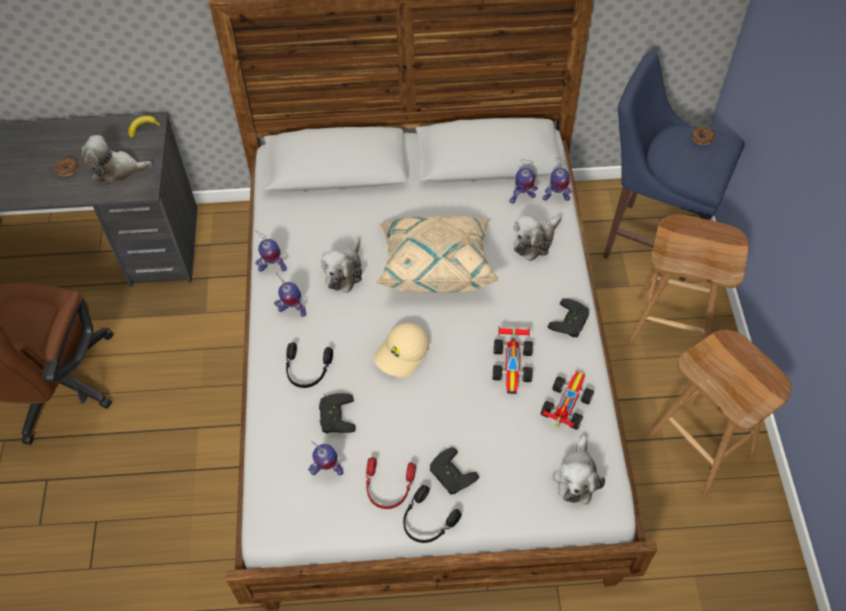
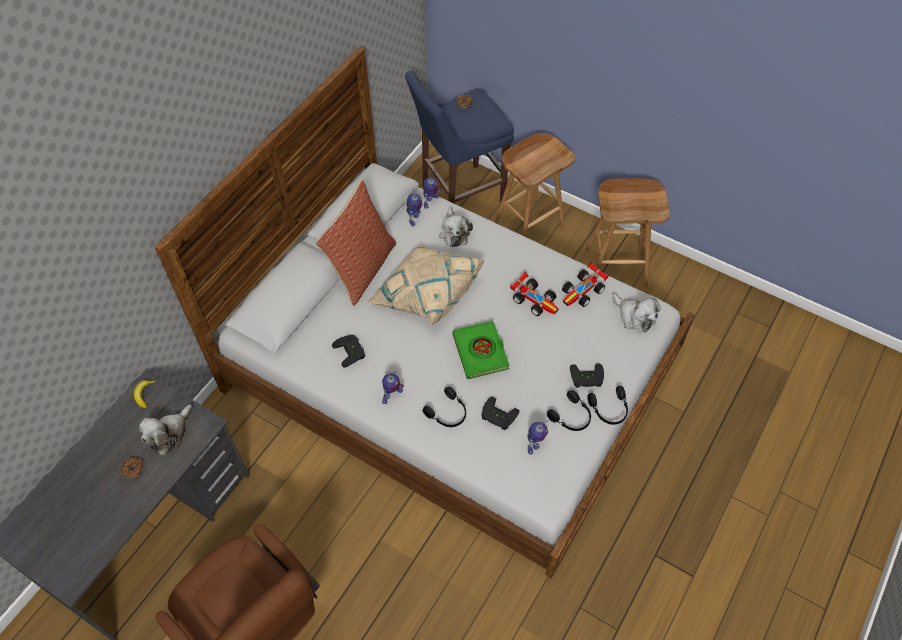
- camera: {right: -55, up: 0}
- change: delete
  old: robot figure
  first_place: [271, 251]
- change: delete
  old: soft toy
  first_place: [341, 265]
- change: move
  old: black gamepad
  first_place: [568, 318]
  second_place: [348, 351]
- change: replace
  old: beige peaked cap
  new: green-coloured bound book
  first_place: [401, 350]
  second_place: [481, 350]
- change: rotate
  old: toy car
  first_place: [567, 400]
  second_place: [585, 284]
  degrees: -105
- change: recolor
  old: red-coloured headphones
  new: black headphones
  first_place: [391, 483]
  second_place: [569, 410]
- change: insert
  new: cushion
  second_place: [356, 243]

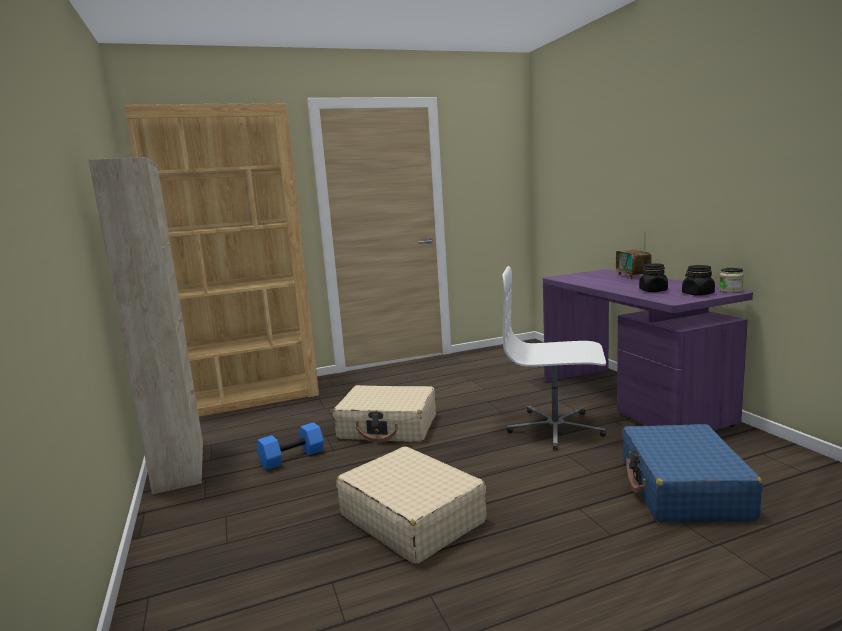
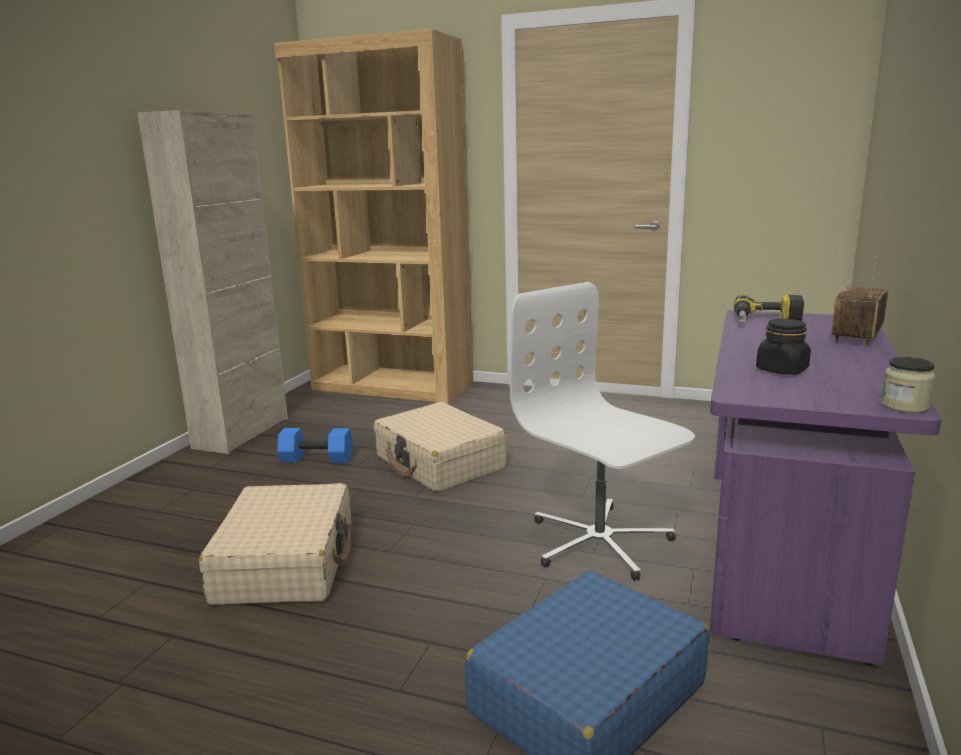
- camera: {right: 40, up: 5}
- change: delete
  old: black storage jar
  first_place: [698, 280]
- change: insert
  new: power drill
  second_place: [769, 308]

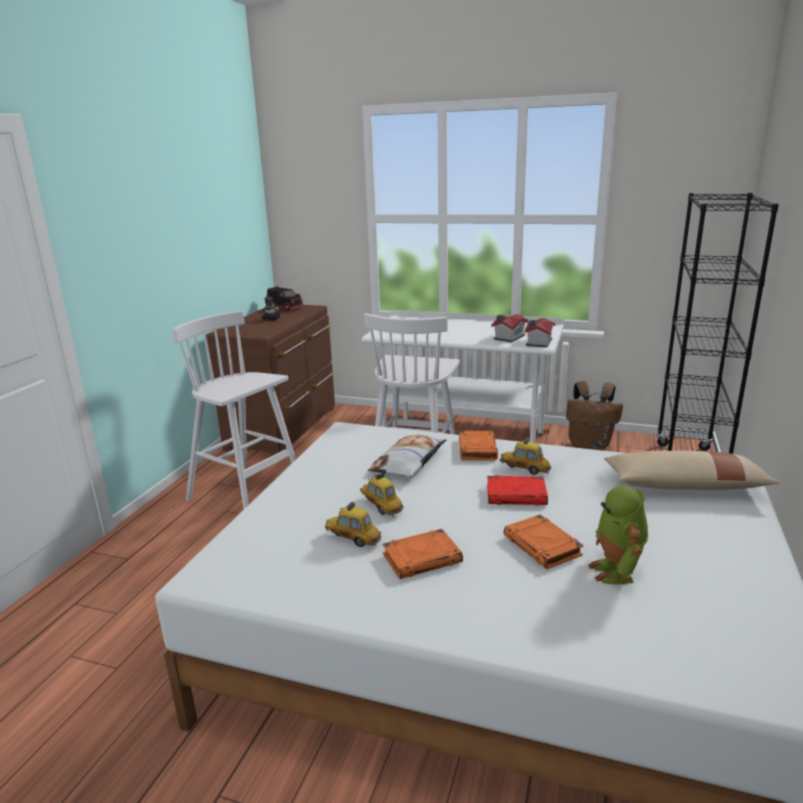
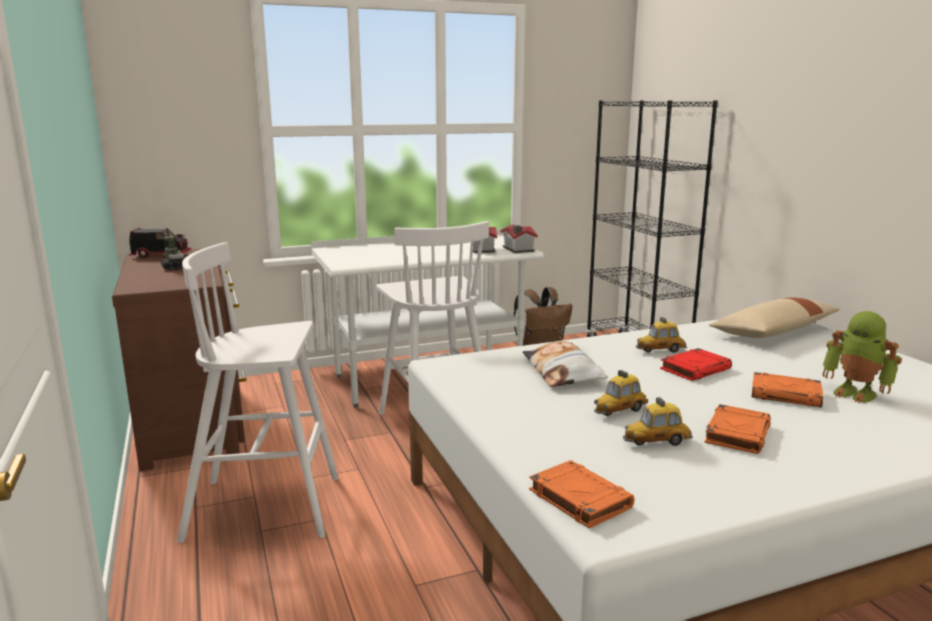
- camera: {right: -40, up: -5}
- change: move
  old: orange-coloured bound book
  first_place: [478, 445]
  second_place: [581, 494]
- change: rotate
  old: toy car
  first_place: [381, 494]
  second_place: [621, 393]
  degrees: -45

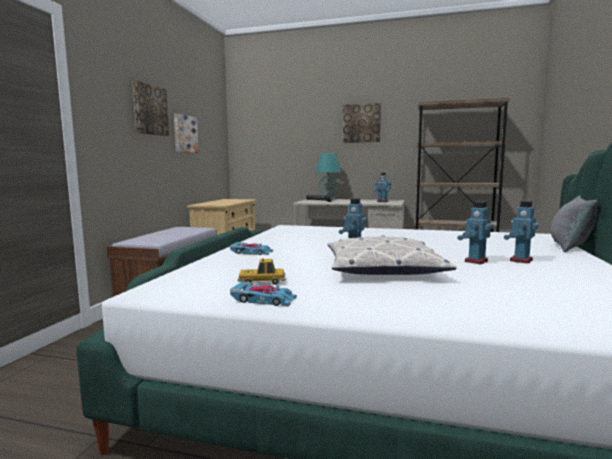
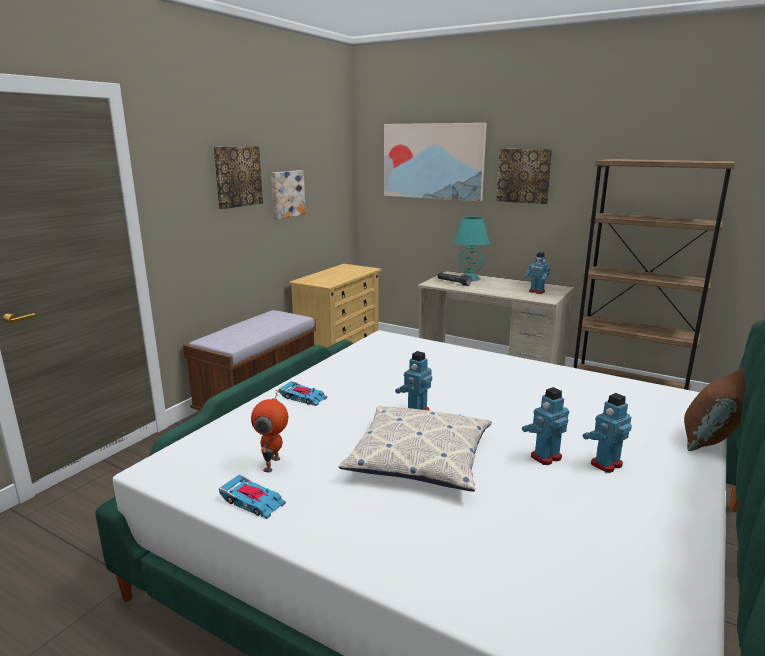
- camera: {right: 15, up: 10}
- change: recolor
  old: grey cushion
  new: brown-coloured cushion
  first_place: [574, 223]
  second_place: [715, 409]
- change: replace
  old: toy car
  new: robot figure
  first_place: [261, 271]
  second_place: [269, 430]
- change: insert
  new: wall picture
  second_place: [435, 162]

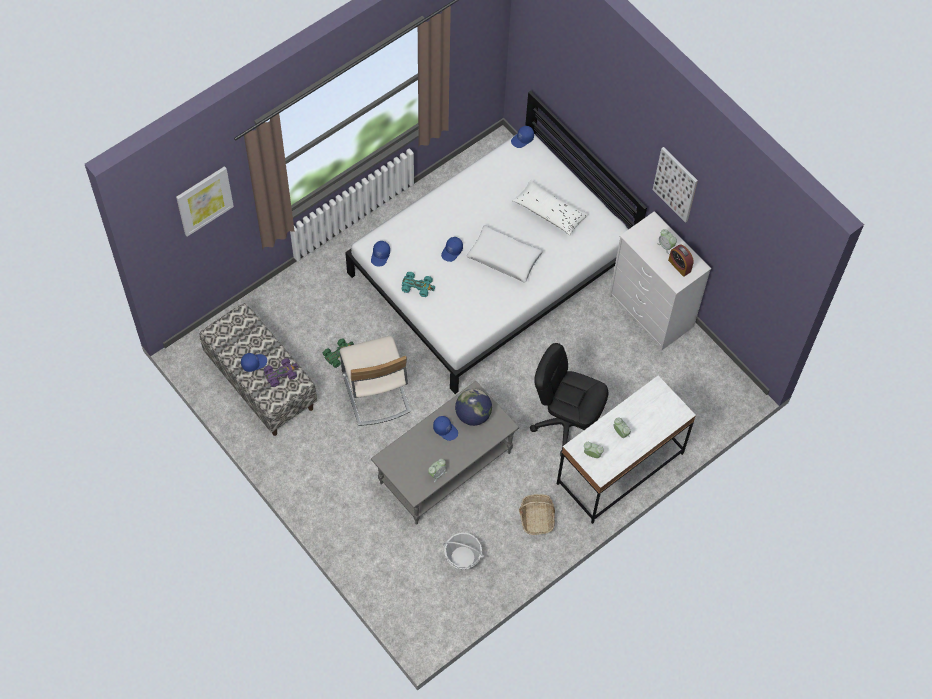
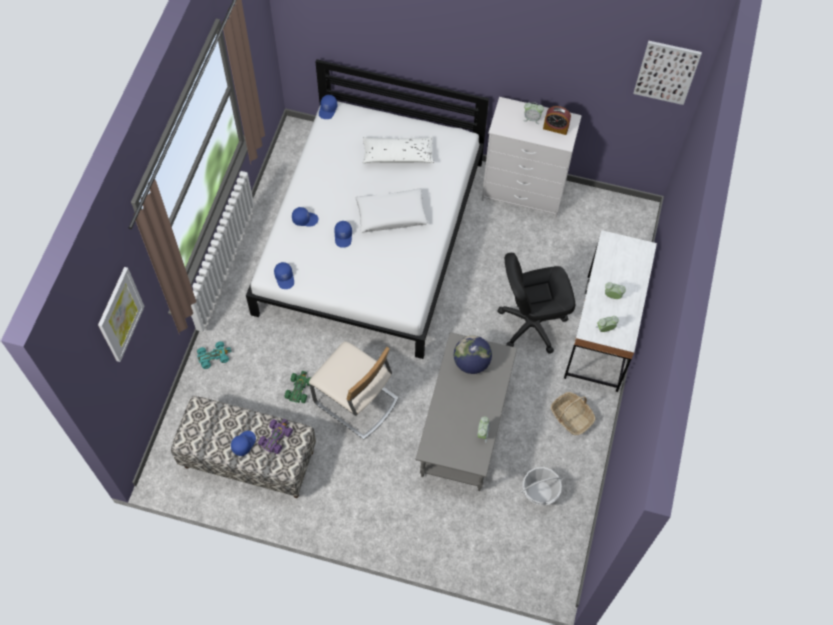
- camera: {right: -35, up: 0}
- change: move
  old: wall picture
  first_place: [675, 185]
  second_place: [667, 72]
- change: move
  old: turquoise toy car
  first_place: [418, 284]
  second_place: [214, 355]
- change: move
  old: bluish peaked cap
  first_place: [445, 428]
  second_place: [305, 217]

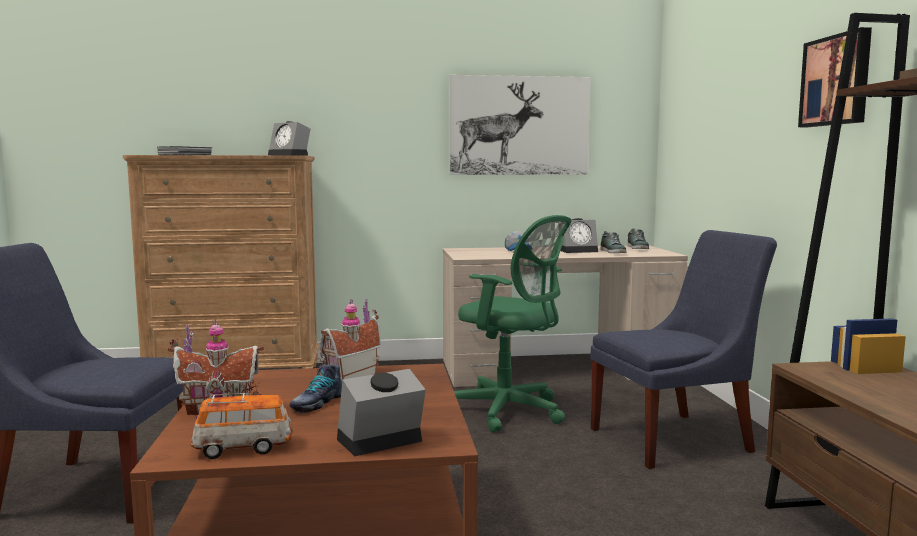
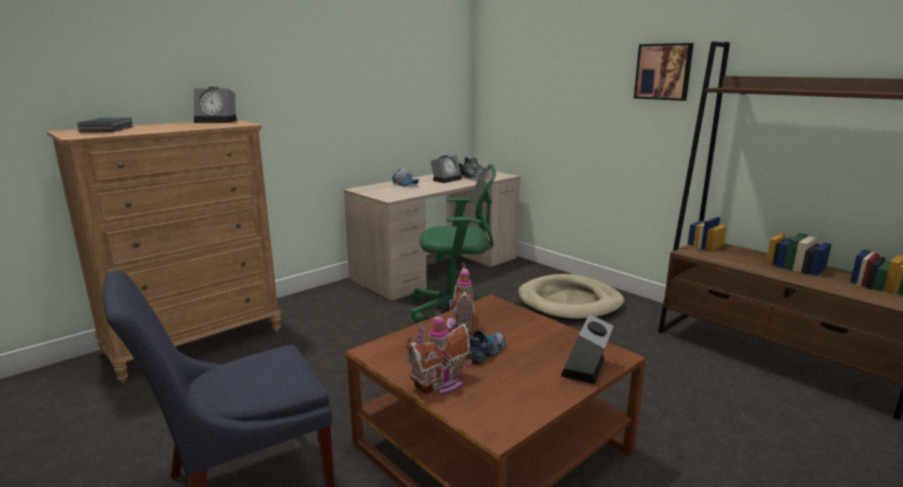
- camera: {right: -35, up: 10}
- change: delete
  old: wall picture
  first_place: [520, 125]
- change: replace
  old: bluish plain chair
  new: beige pet bed
  first_place: [683, 349]
  second_place: [571, 297]
- change: rotate
  old: low shoe
  first_place: [315, 388]
  second_place: [485, 347]
  degrees: -135
- change: delete
  old: toy car
  first_place: [241, 426]

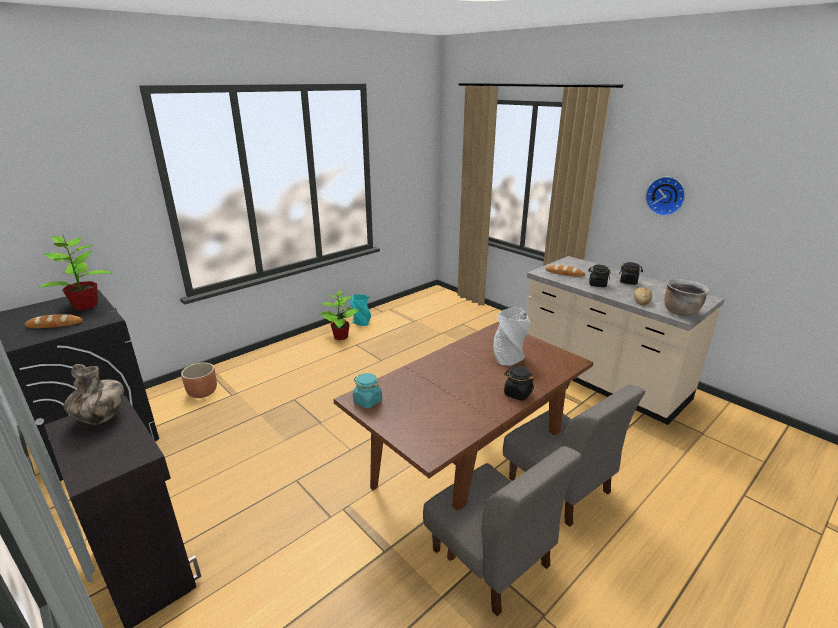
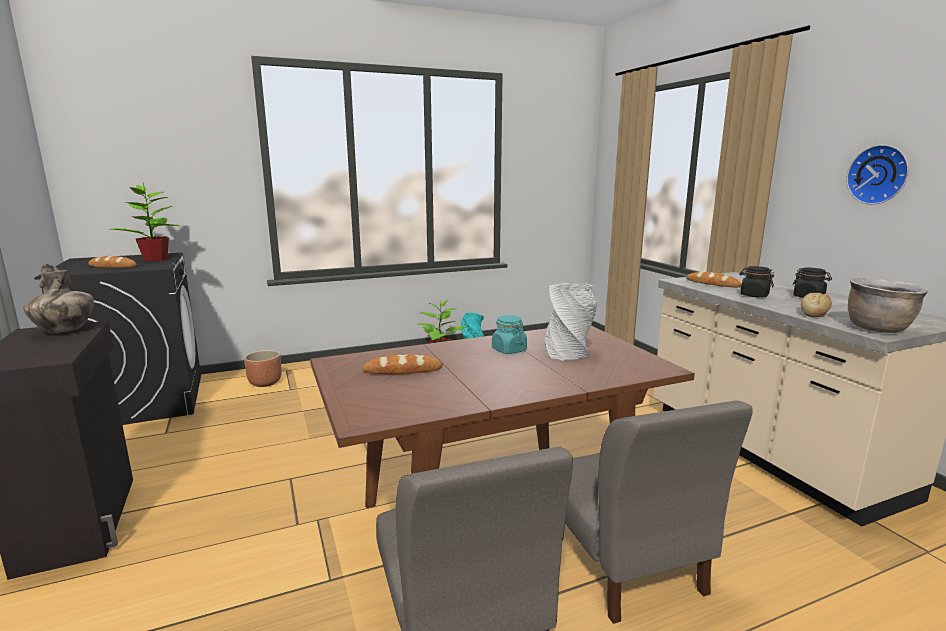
- camera: {right: 20, up: -10}
- change: delete
  old: black storage jar
  first_place: [519, 383]
- change: move
  old: turquoise storage jar
  first_place: [367, 391]
  second_place: [509, 334]
- change: insert
  new: baked bread
  second_place: [403, 364]

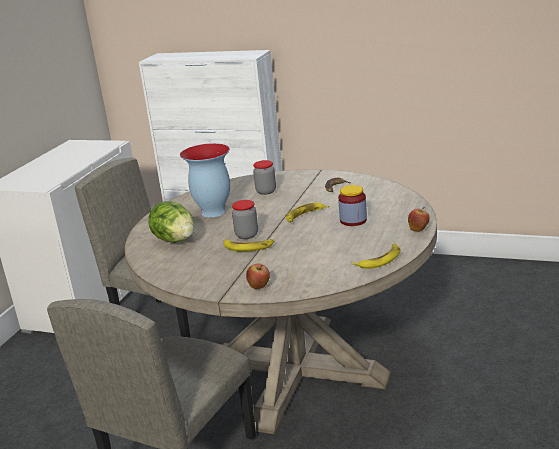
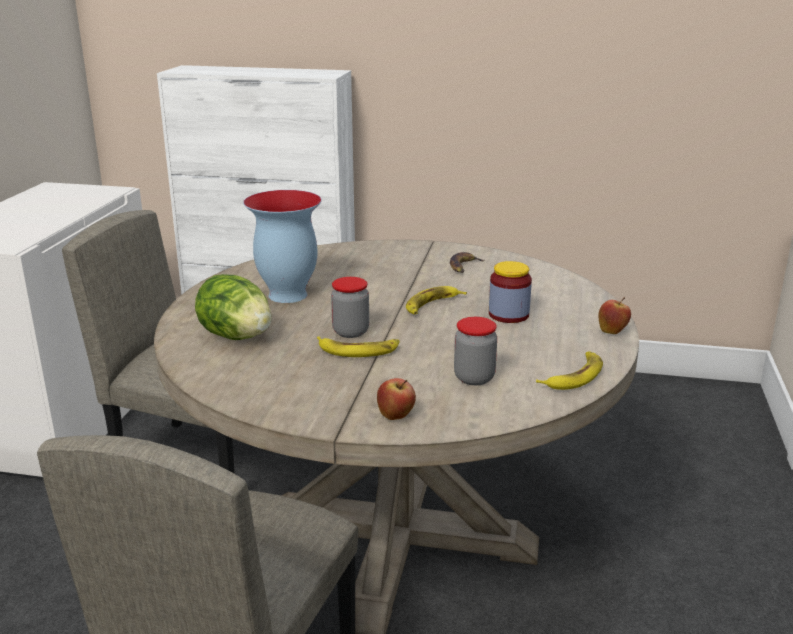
- camera: {right: -10, up: 0}
- change: move
  old: storage jar
  first_place: [264, 177]
  second_place: [475, 351]

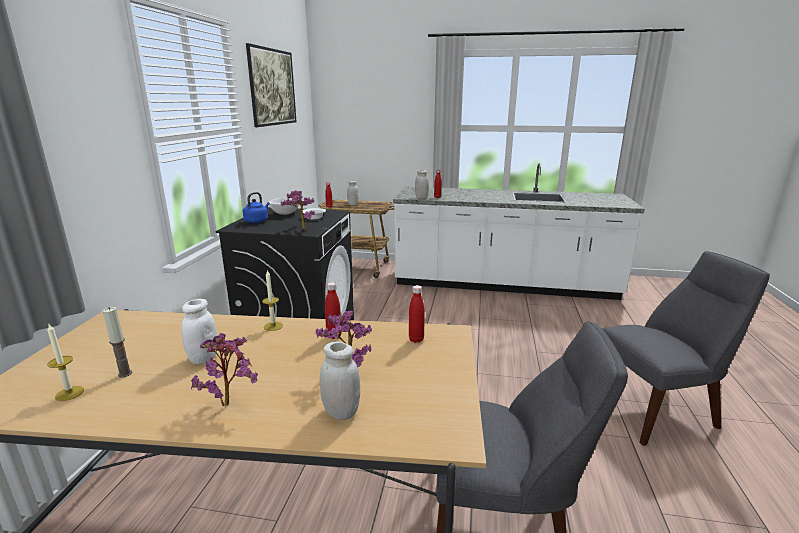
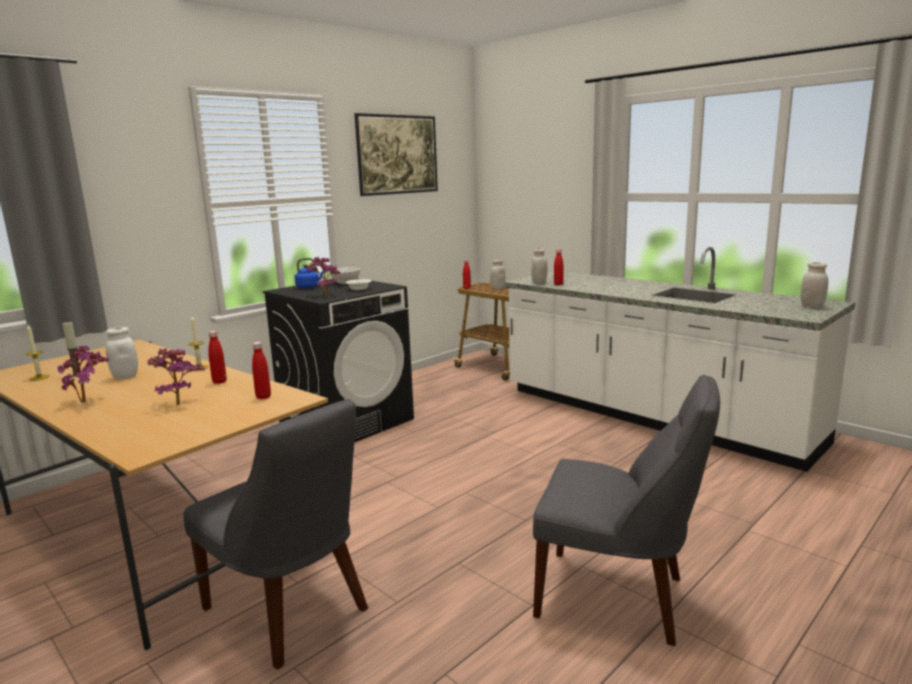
- camera: {right: 35, up: -5}
- change: move
  old: white storage jar
  first_place: [340, 381]
  second_place: [814, 285]

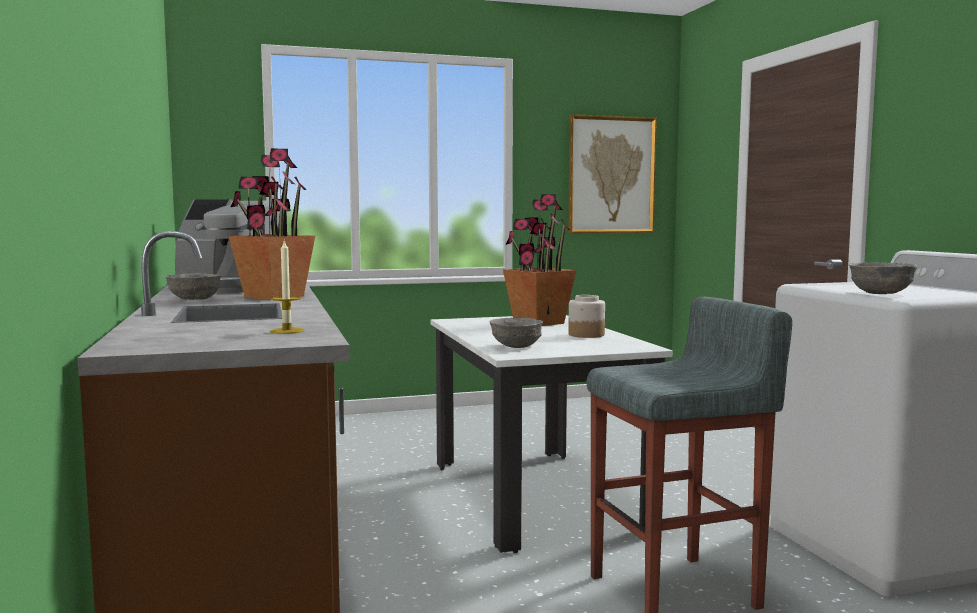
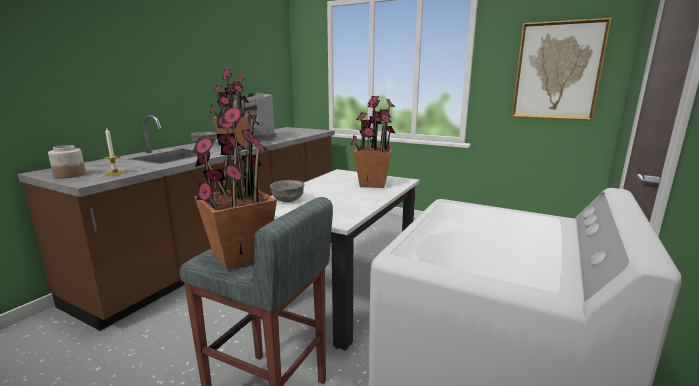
- camera: {right: 45, up: 10}
- change: delete
  old: grey bowl
  first_place: [883, 278]
- change: move
  old: storage jar
  first_place: [586, 316]
  second_place: [67, 161]
- change: insert
  new: potted plant
  second_place: [234, 188]

